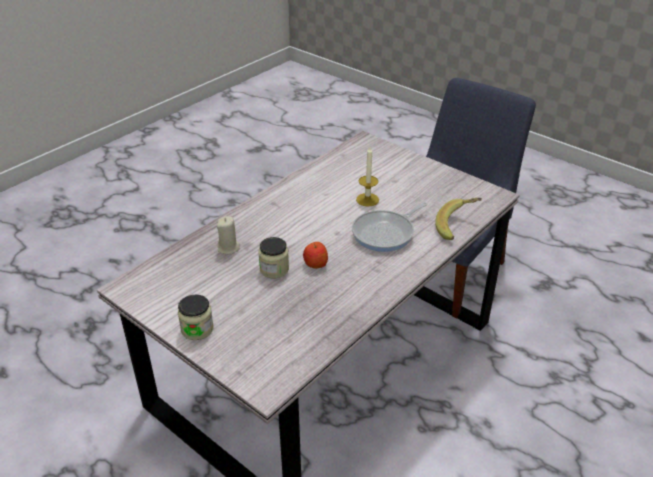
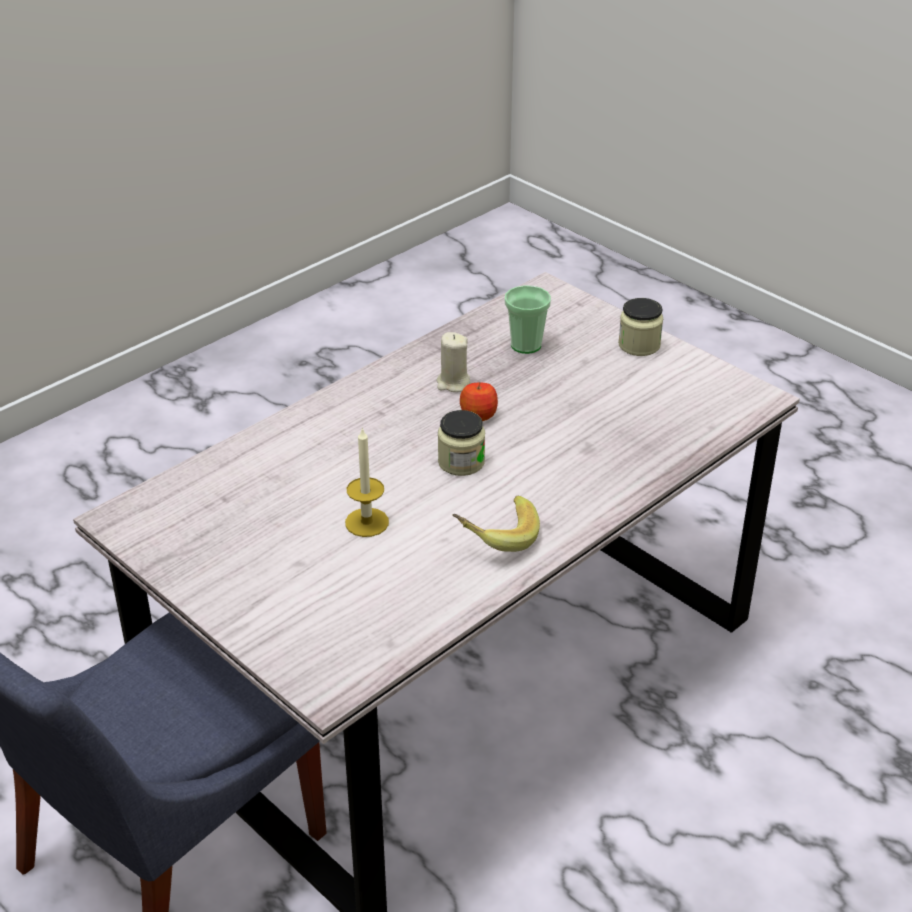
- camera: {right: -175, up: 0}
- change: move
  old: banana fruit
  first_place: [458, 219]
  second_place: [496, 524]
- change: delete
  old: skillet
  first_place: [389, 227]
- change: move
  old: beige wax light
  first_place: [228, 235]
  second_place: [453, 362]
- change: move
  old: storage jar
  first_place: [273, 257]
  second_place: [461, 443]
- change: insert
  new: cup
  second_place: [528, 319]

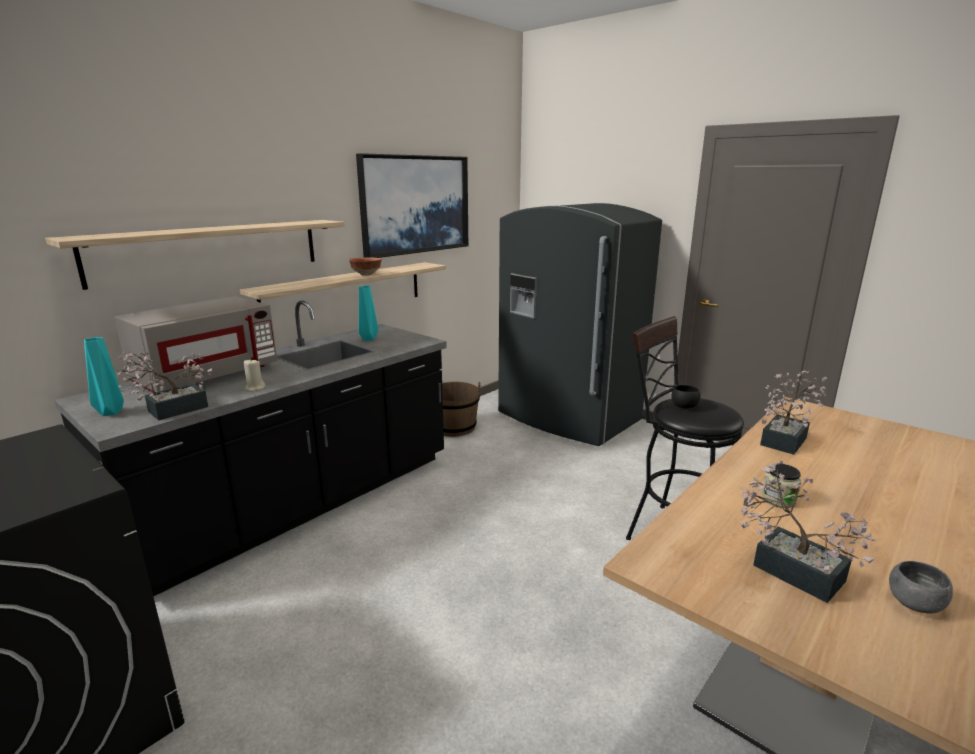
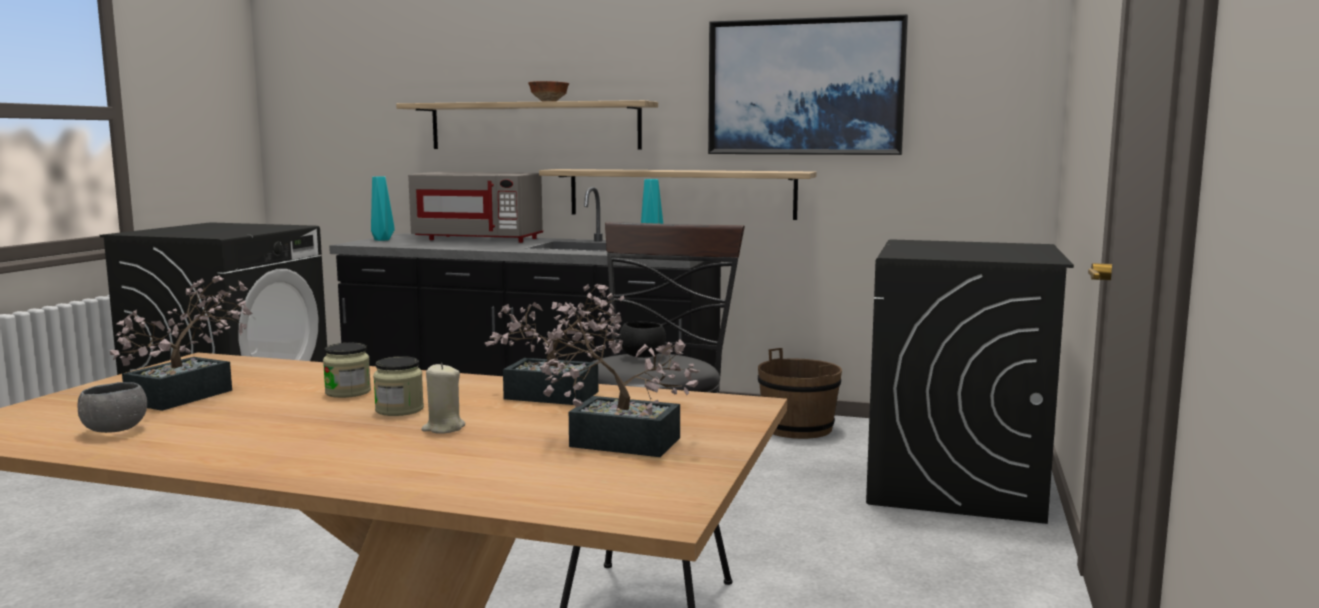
- camera: {right: 65, up: -10}
- change: replace
  old: grey refrigerator
  new: black laundry appliance
  first_place: [580, 324]
  second_place: [970, 381]
- change: move
  old: bowl
  first_place: [365, 266]
  second_place: [548, 91]
- change: move
  old: potted plant
  first_place: [164, 386]
  second_place: [616, 380]
- change: move
  old: beige wax light
  first_place: [254, 376]
  second_place: [443, 398]
- change: insert
  new: storage jar
  second_place: [398, 386]

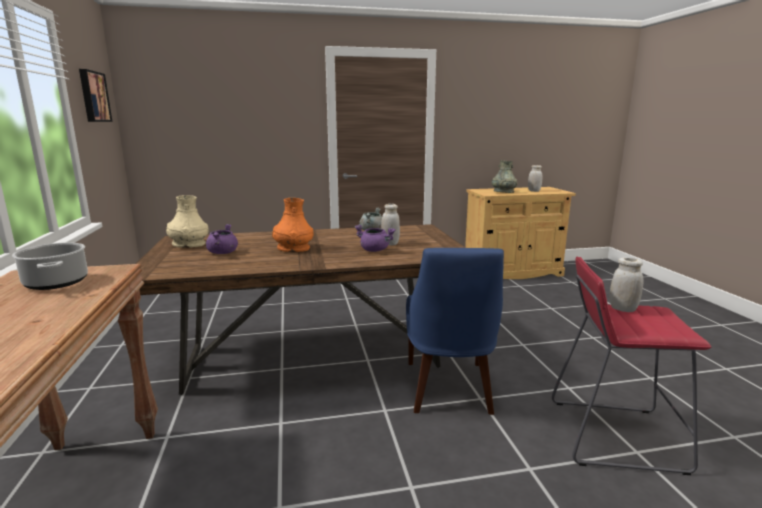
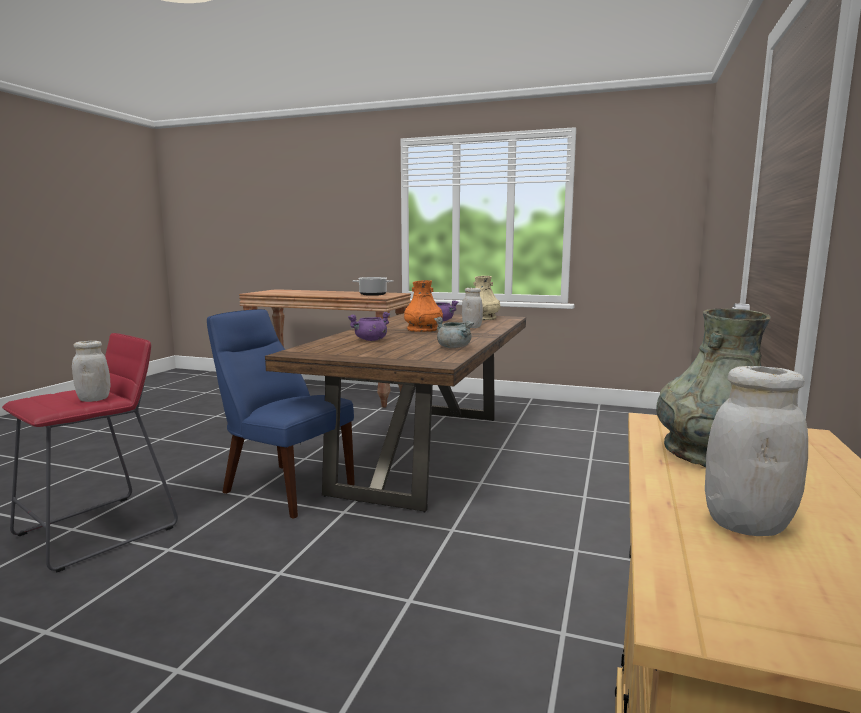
- camera: {right: 120, up: -5}
- change: delete
  old: wall picture
  first_place: [95, 95]
- change: move
  old: white storage jar
  first_place: [390, 224]
  second_place: [472, 308]

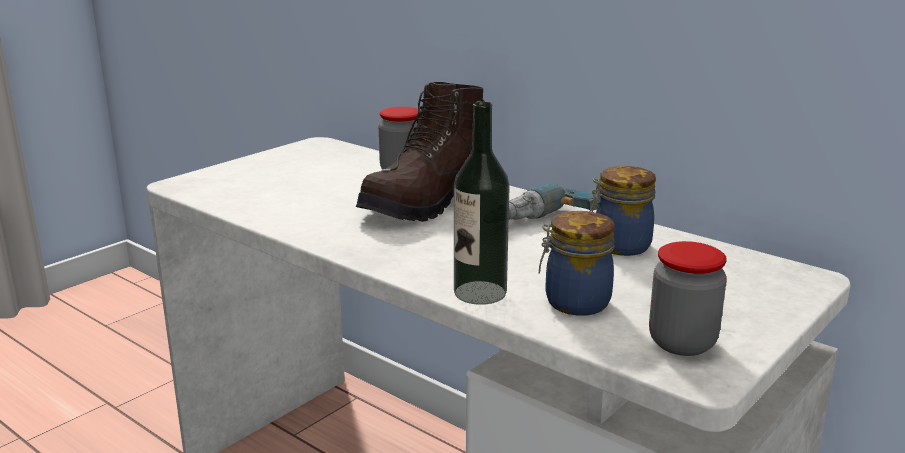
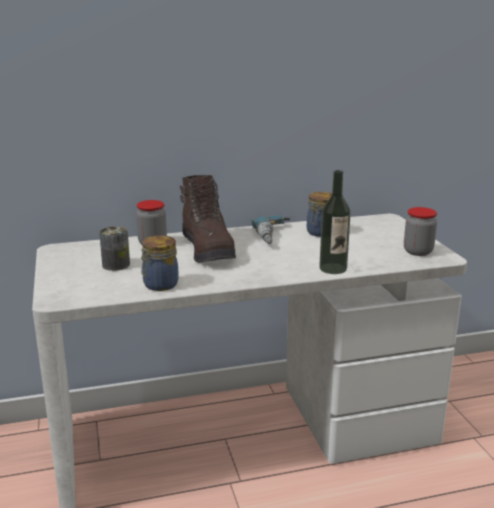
- camera: {right: -55, up: 0}
- change: move
  old: storage jar
  first_place: [577, 263]
  second_place: [160, 263]
- change: insert
  new: can
  second_place: [114, 248]

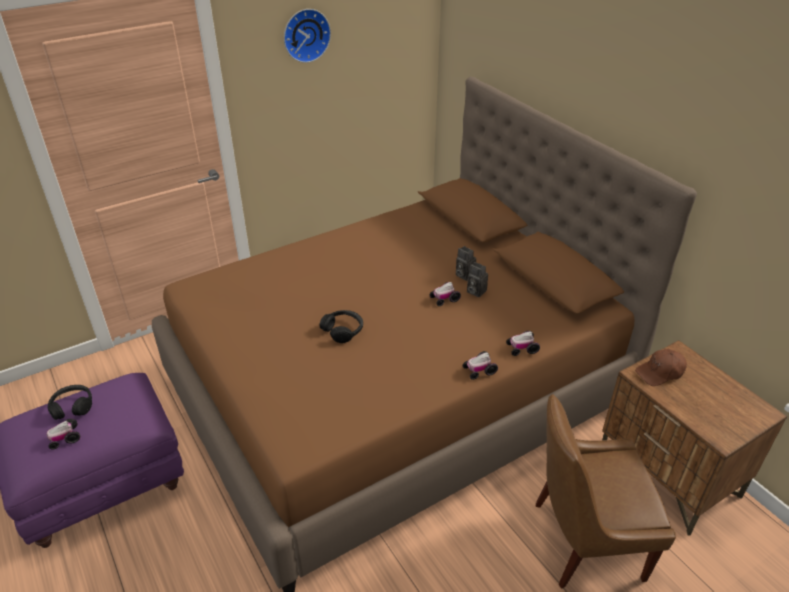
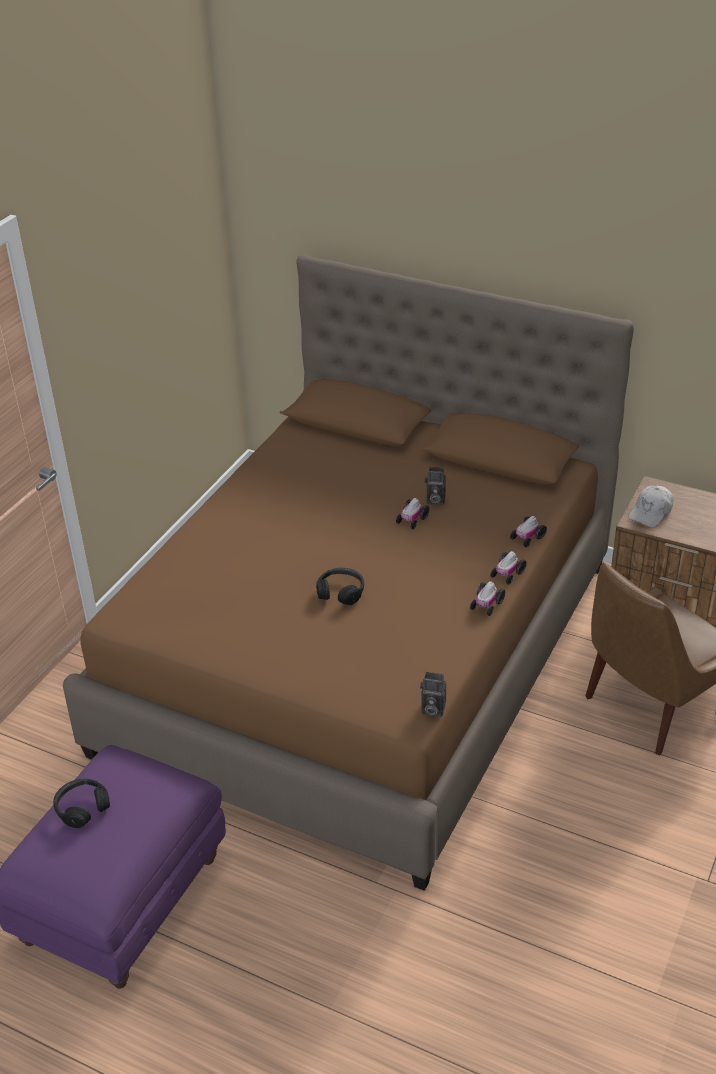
- camera: {right: -30, up: 0}
- change: delete
  old: hanging clock
  first_place: [307, 36]
- change: move
  old: still camera
  first_place: [466, 263]
  second_place: [433, 694]
- change: recolor
  old: brown-coloured peaked cap
  new: white peaked cap
  first_place: [661, 367]
  second_place: [651, 506]
- change: move
  old: toy car
  first_place: [63, 434]
  second_place: [487, 598]

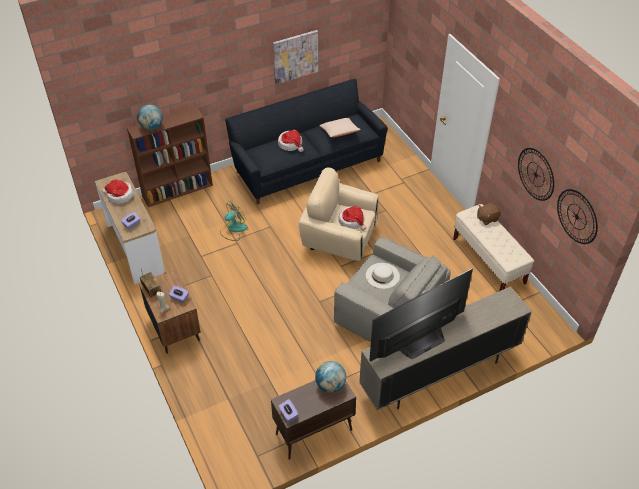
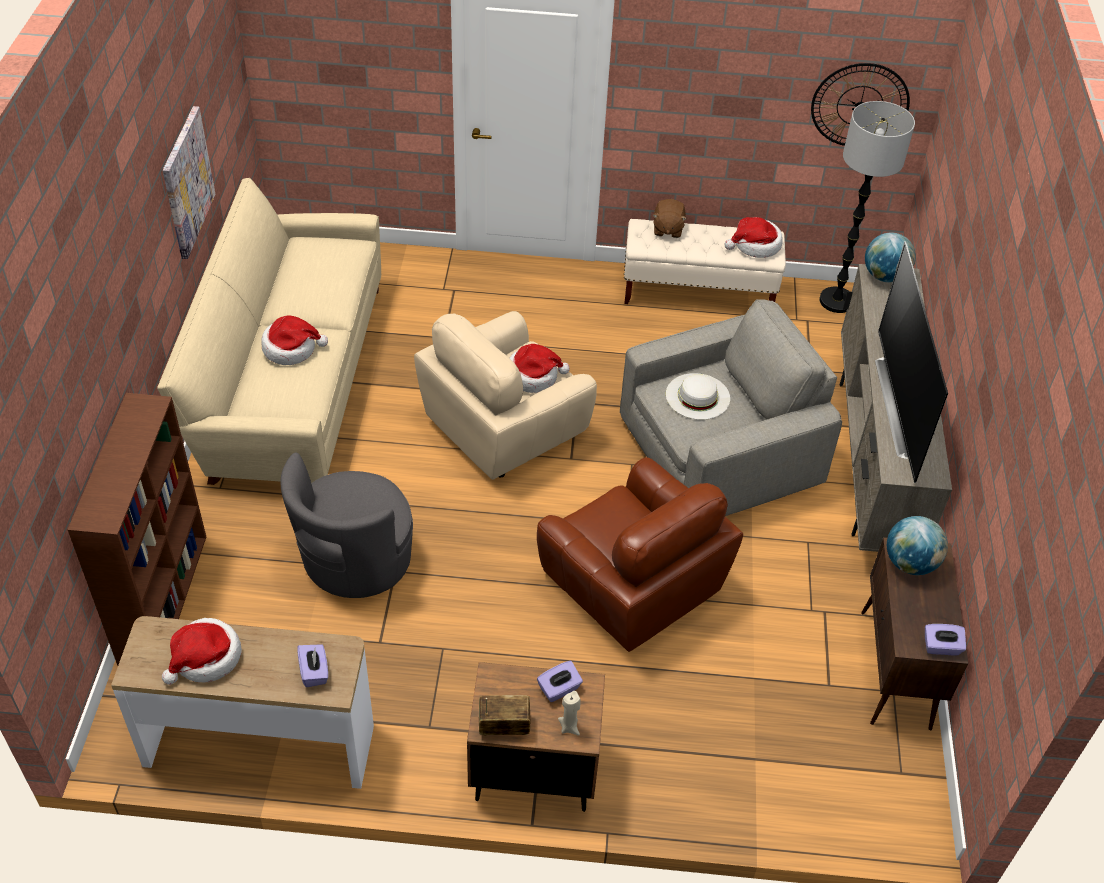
- camera: {right: -60, up: 0}
- change: recolor
  old: black sofa
  new: beige sofa
  first_place: [306, 142]
  second_place: [269, 331]
- change: move
  old: world globe
  first_place: [150, 117]
  second_place: [890, 257]
- change: delete
  old: beige cushion
  first_place: [340, 127]
- change: delete
  old: hanging clock
  first_place: [536, 174]
- change: replace
  old: fan
  new: grey easy chair
  first_place: [234, 220]
  second_place: [347, 525]
- change: insert
  new: standard lamp
  second_place: [867, 207]
- change: insert
  new: wearable hat
  second_place: [754, 237]
- change: insert
  new: brown-coloured easy chair
  second_place: [640, 554]

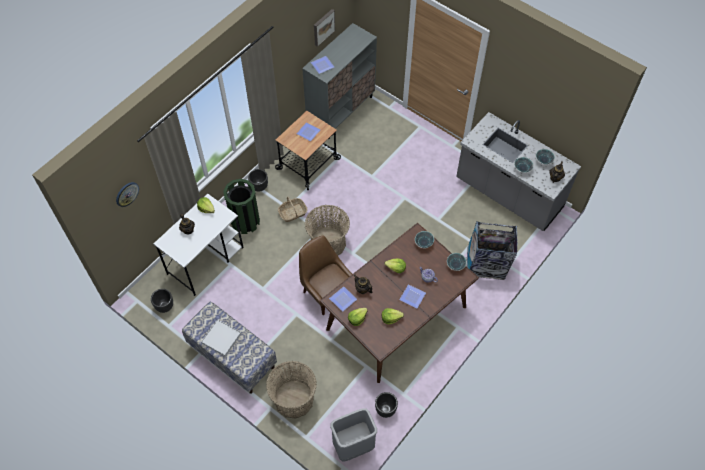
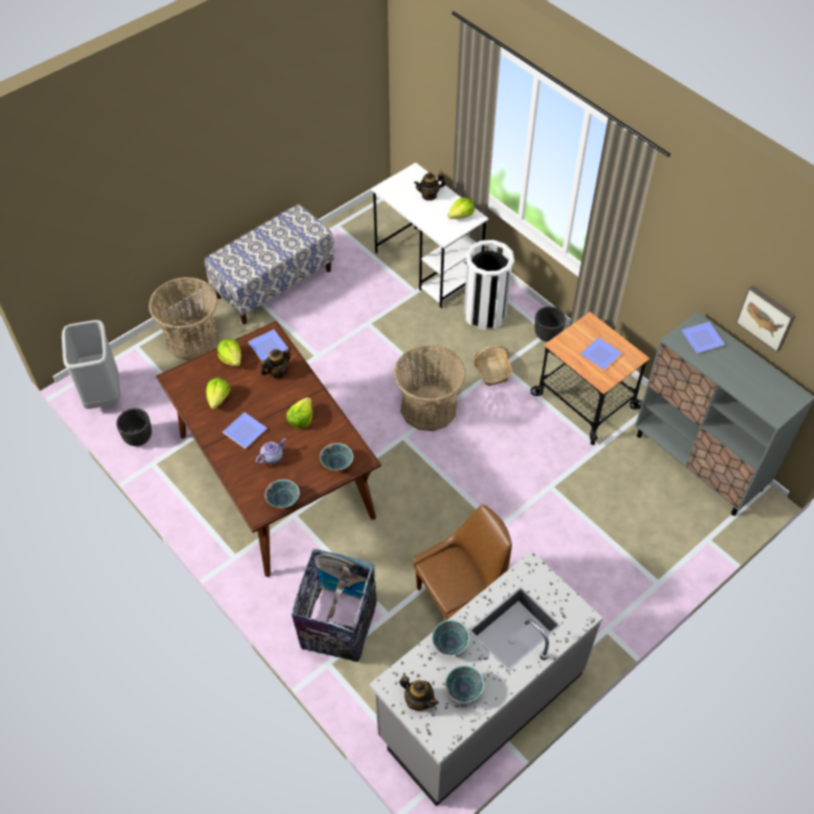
- camera: {right: 100, up: -5}
- change: recolor
  old: green-coloured trash can
  new: white trash can
  first_place: [241, 206]
  second_place: [489, 285]
- change: delete
  old: hanging clock
  first_place: [127, 194]
- change: move
  old: brown-coloured plain chair
  first_place: [325, 275]
  second_place: [462, 562]
- change: delete
  old: black planter
  first_place: [162, 301]
- change: delete
  old: white carrying tray
  first_place: [221, 338]

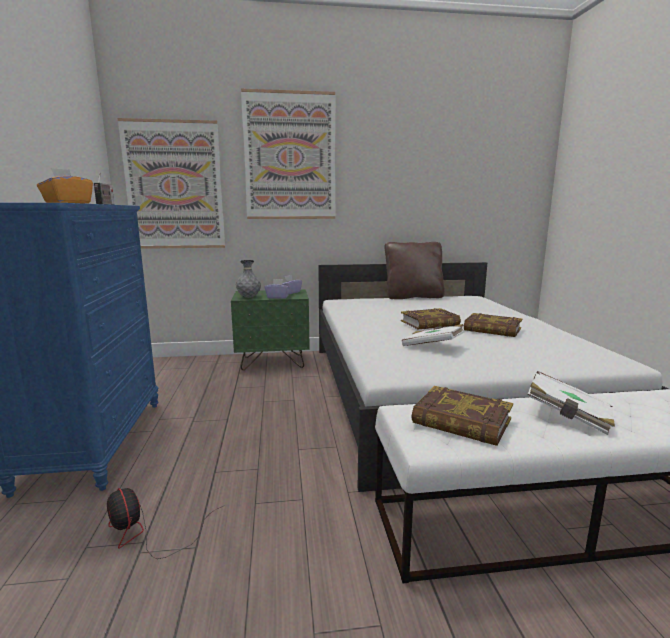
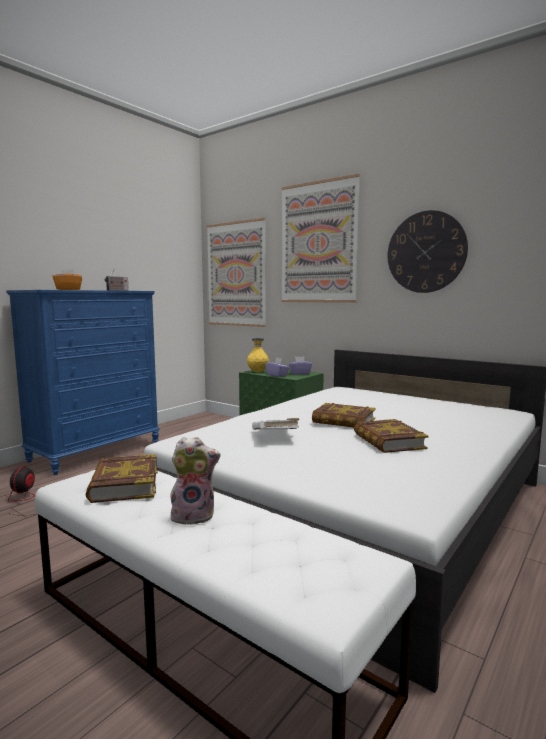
- camera: {right: 45, up: -5}
- change: delete
  old: brown-coloured cushion
  first_place: [415, 270]
- change: recolor
  old: grey vase
  new: yellowish vase
  first_place: [248, 279]
  second_place: [258, 355]
- change: replace
  old: white bound book
  new: soft toy
  first_place: [571, 403]
  second_place: [195, 481]
- change: insert
  new: hanging clock
  second_place: [427, 251]

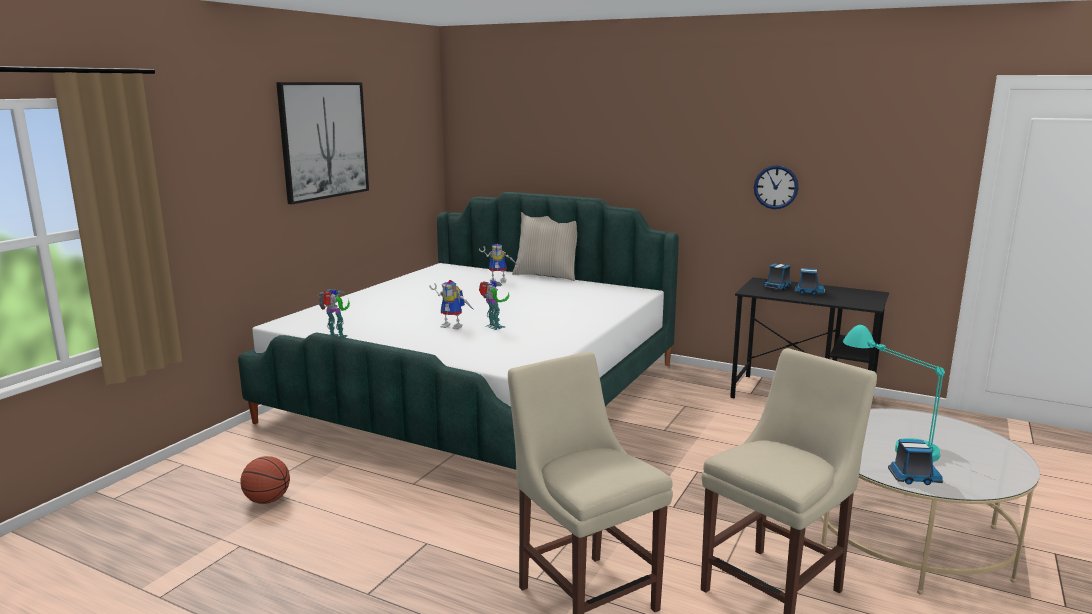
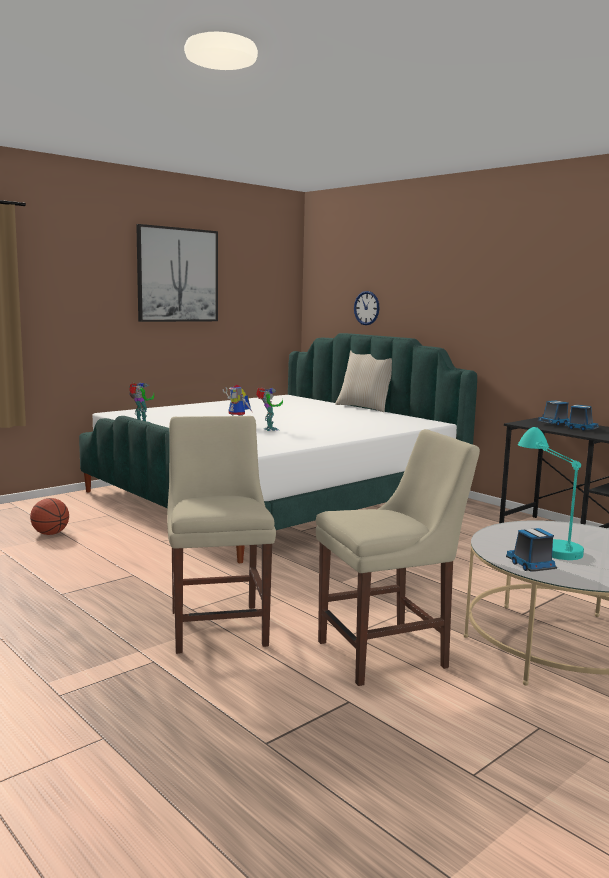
- camera: {right: 20, up: -5}
- change: move
  old: hanging clock
  first_place: [776, 187]
  second_place: [367, 308]
- change: delete
  old: robot figure
  first_place: [499, 262]
- change: rotate
  old: toy truck
  first_place: [915, 462]
  second_place: [531, 550]
  degrees: -135

